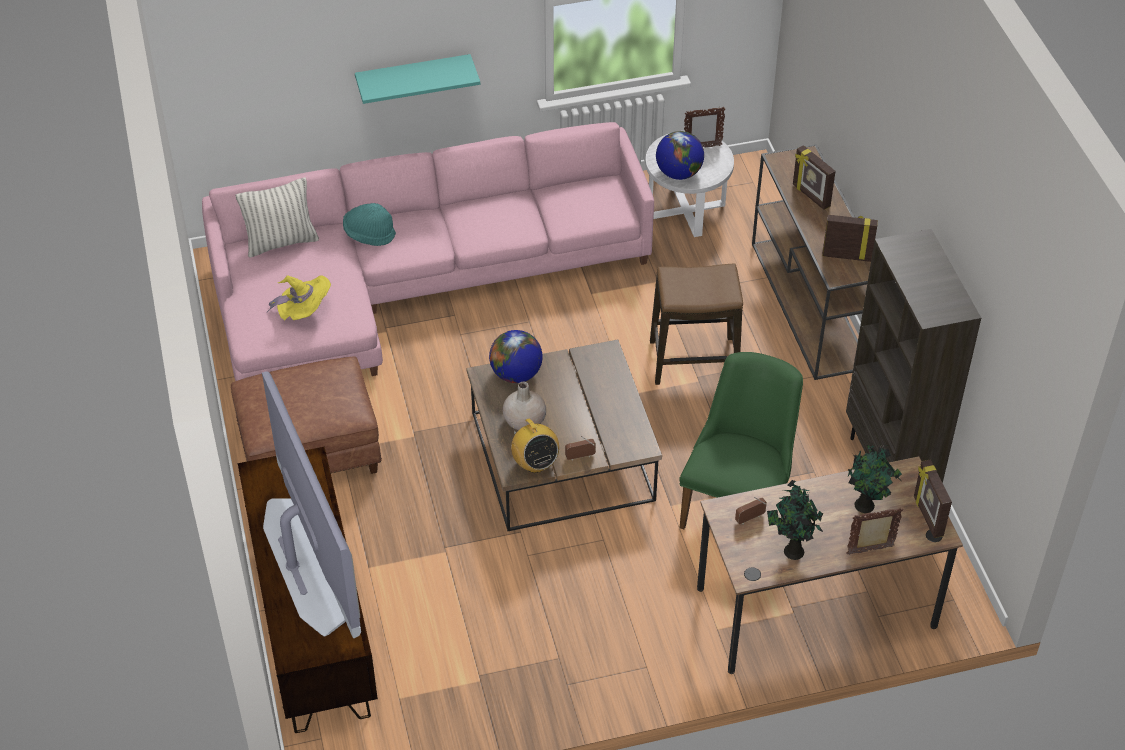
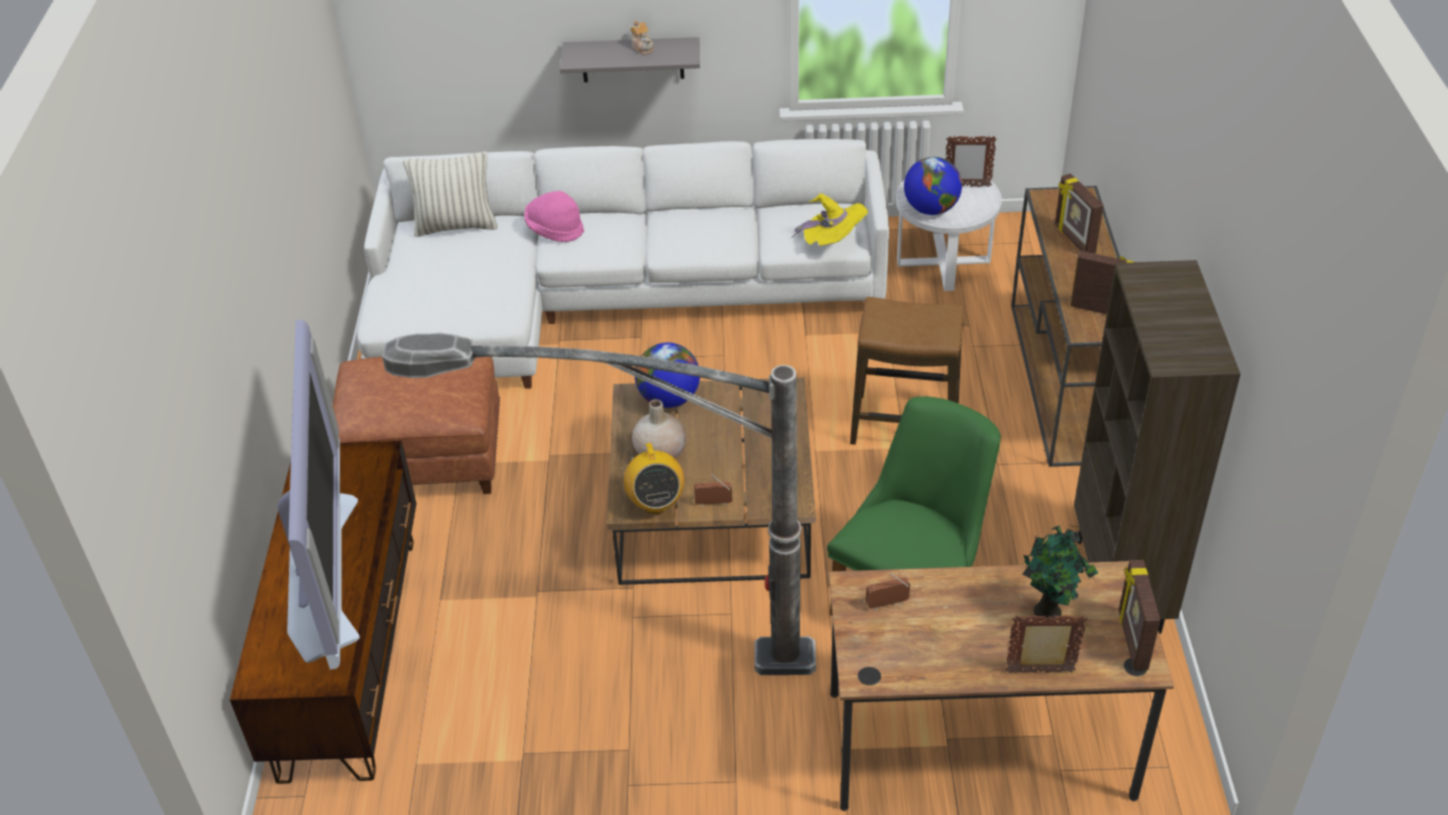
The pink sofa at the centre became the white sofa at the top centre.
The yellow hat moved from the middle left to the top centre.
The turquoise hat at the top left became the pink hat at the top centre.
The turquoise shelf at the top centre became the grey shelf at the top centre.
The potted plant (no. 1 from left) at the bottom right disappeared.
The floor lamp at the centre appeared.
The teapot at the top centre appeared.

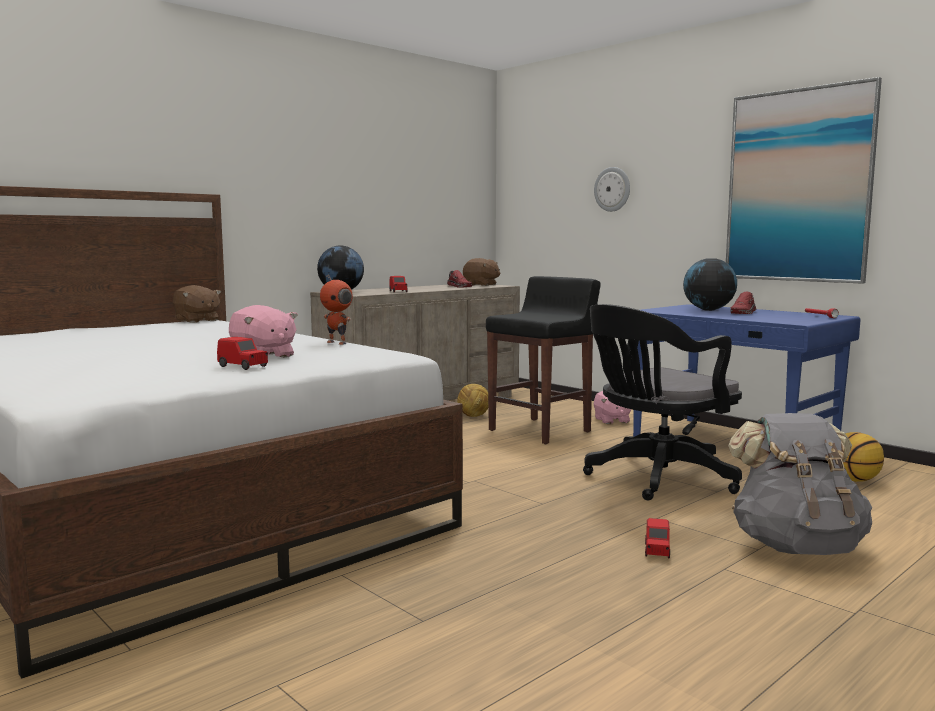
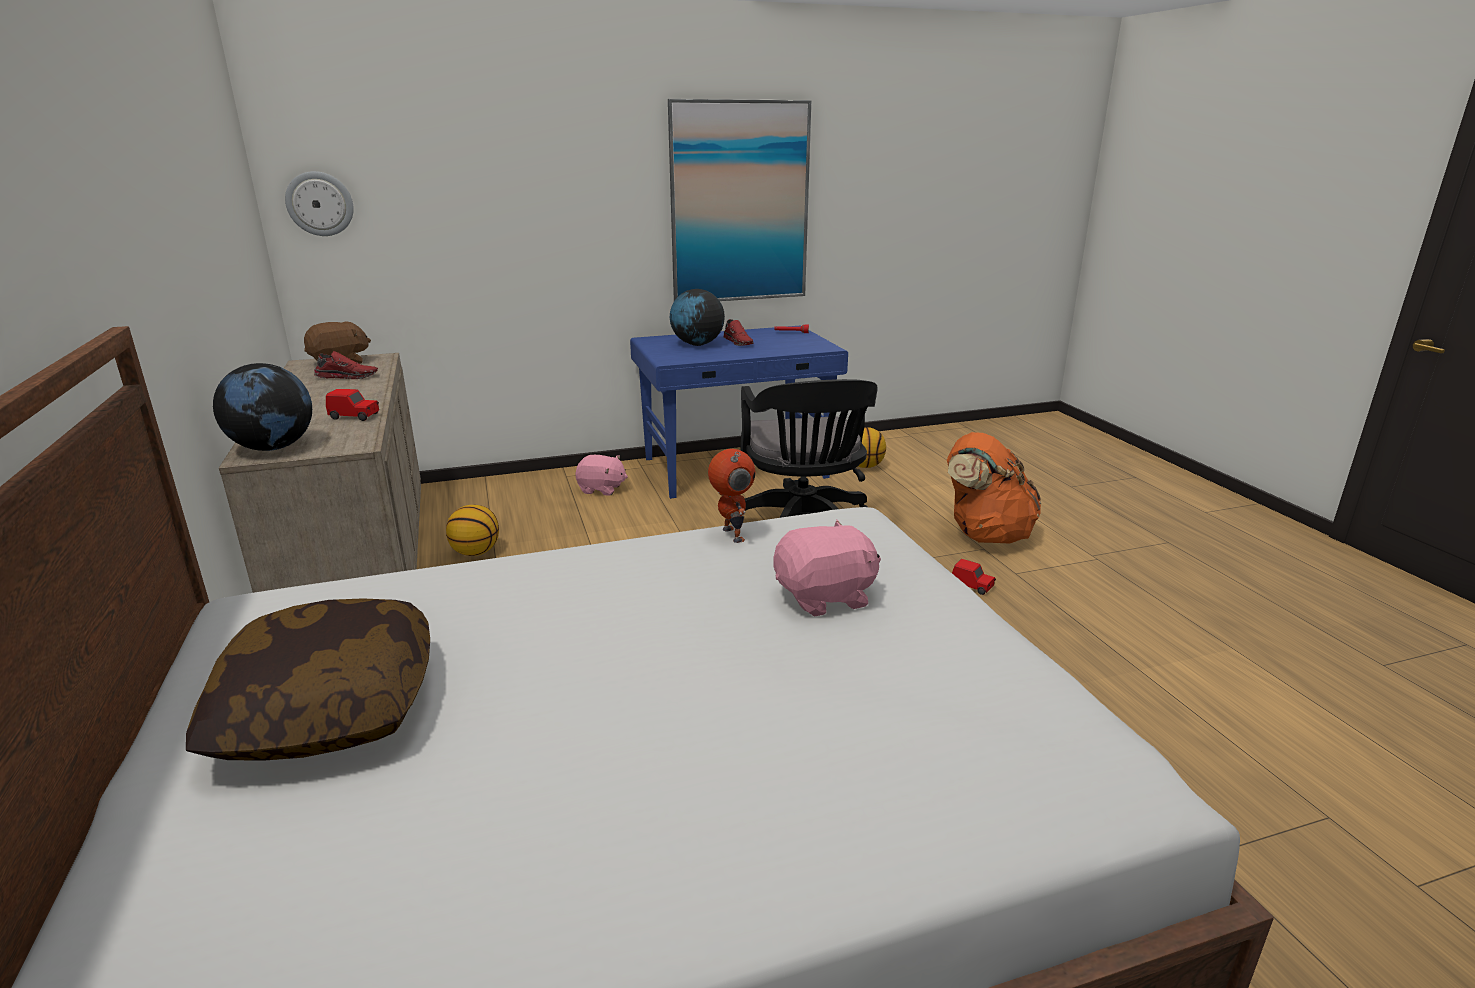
The brown plush toy (no. 1 from left) at the middle left disappeared.
The red toy car (no. 1 from left) at the middle left disappeared.
The toy robot at the centre turned 90 degrees counterclockwise.
The football at the centre was replaced by the basketball (no. 1 from left) at the middle left.
The black stool at the centre disappeared.
The wall clock moved from the top centre to the top left.
The grey backpack at the bottom right became the orange backpack at the middle right.
The pillow at the bottom left appeared.

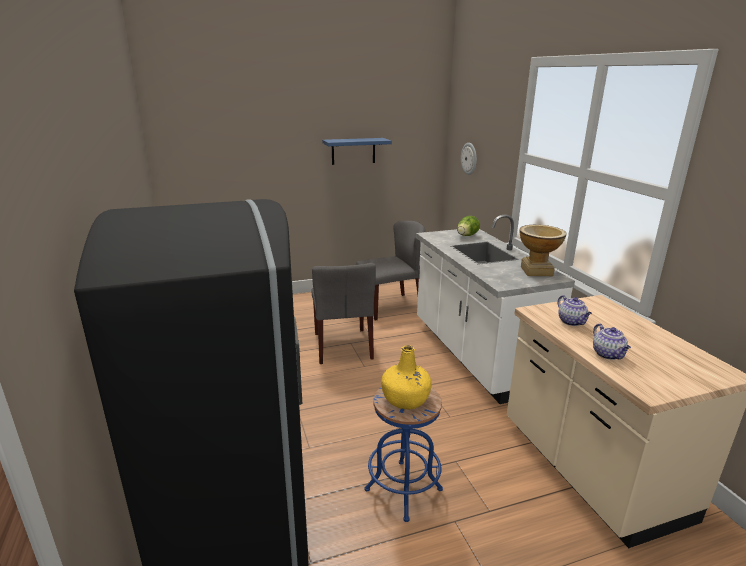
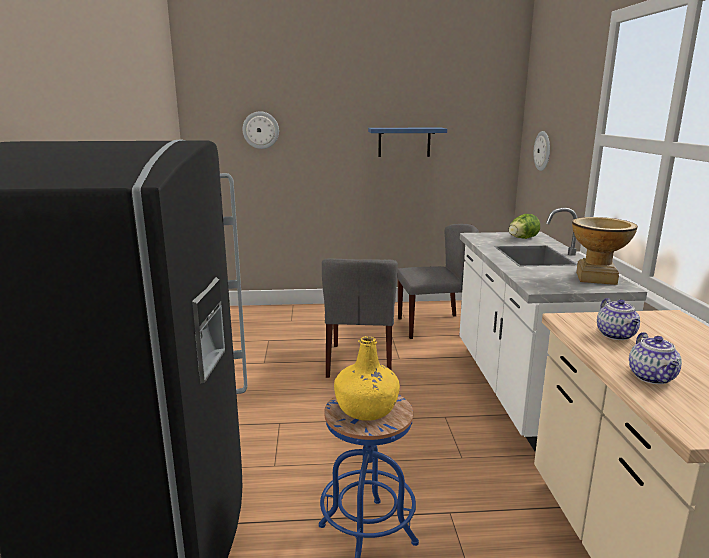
The wall clock (no. 1 from left) at the top centre appeared.

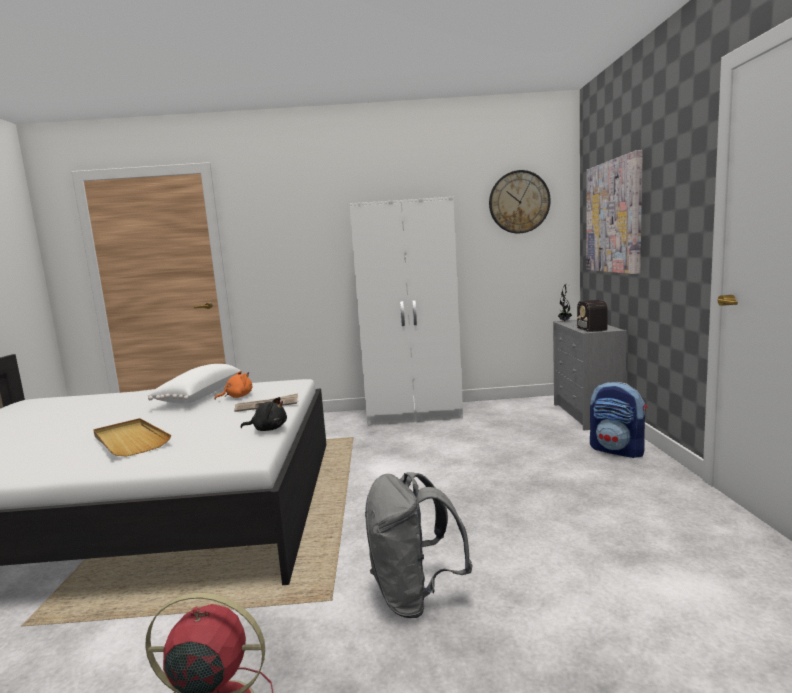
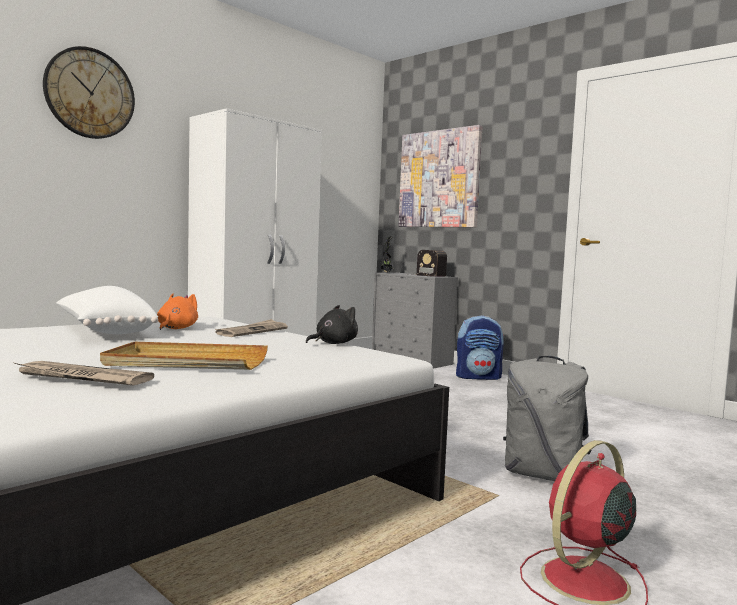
The wall clock moved from the top centre to the top left.
The newspaper (no. 1 from left) at the middle left appeared.

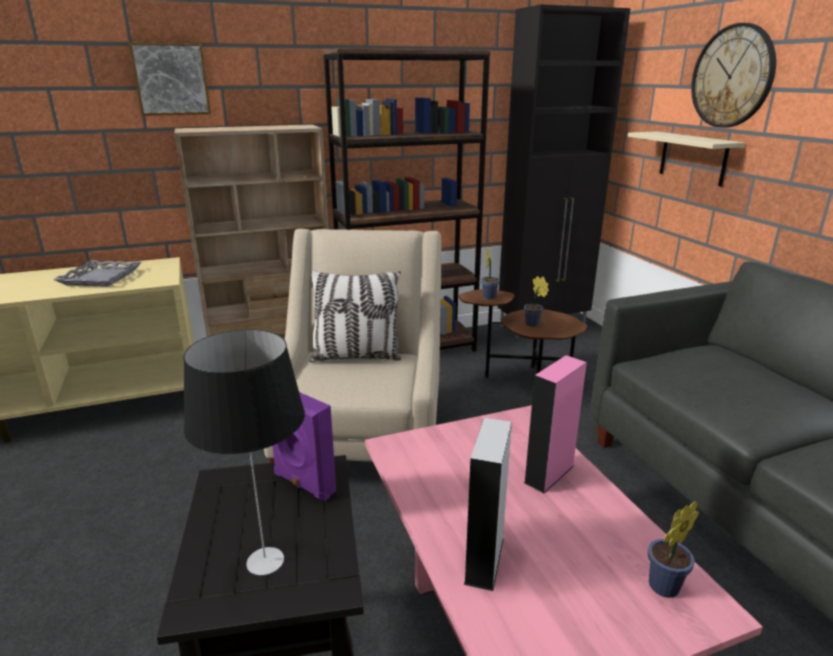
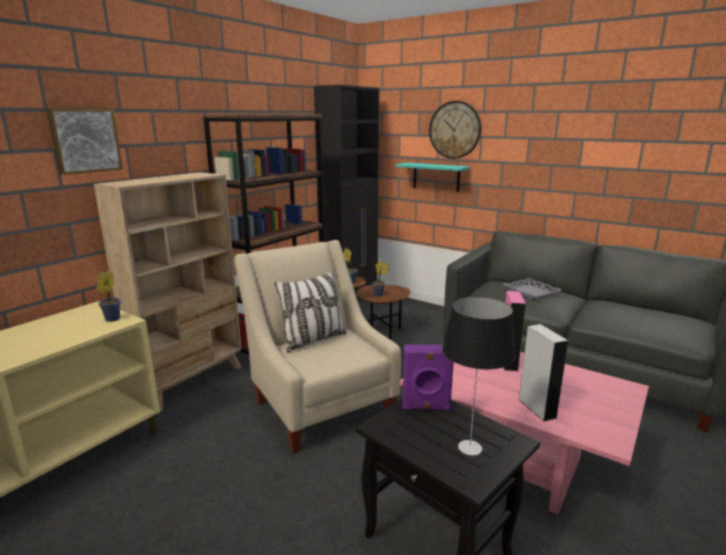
The grey tray moved from the middle left to the middle right.
The beige shelf at the top right became the turquoise shelf at the top centre.
The potted plant (no. 3 from left in the first image) moved from the bottom right to the middle left.

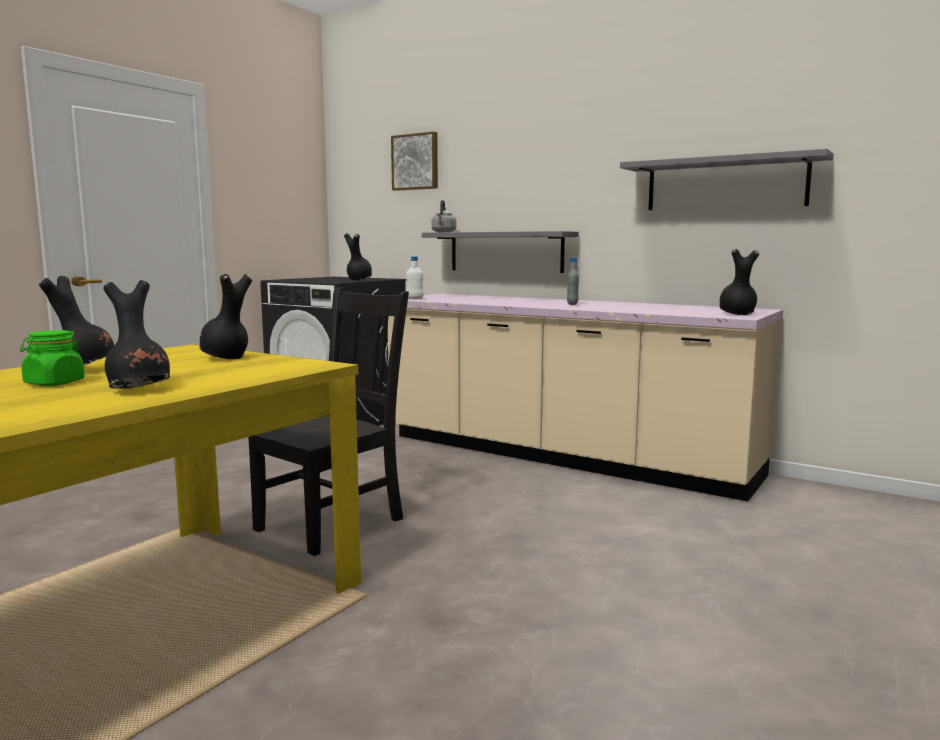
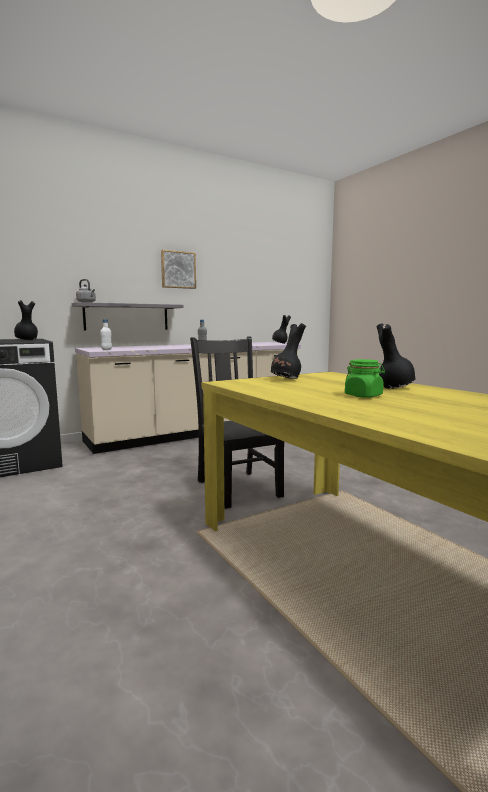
The black vase (no. 1 from left) at the middle left disappeared.
The picture moved from the top centre to the centre.
The grey shelf (no. 2 from left) at the top right disappeared.

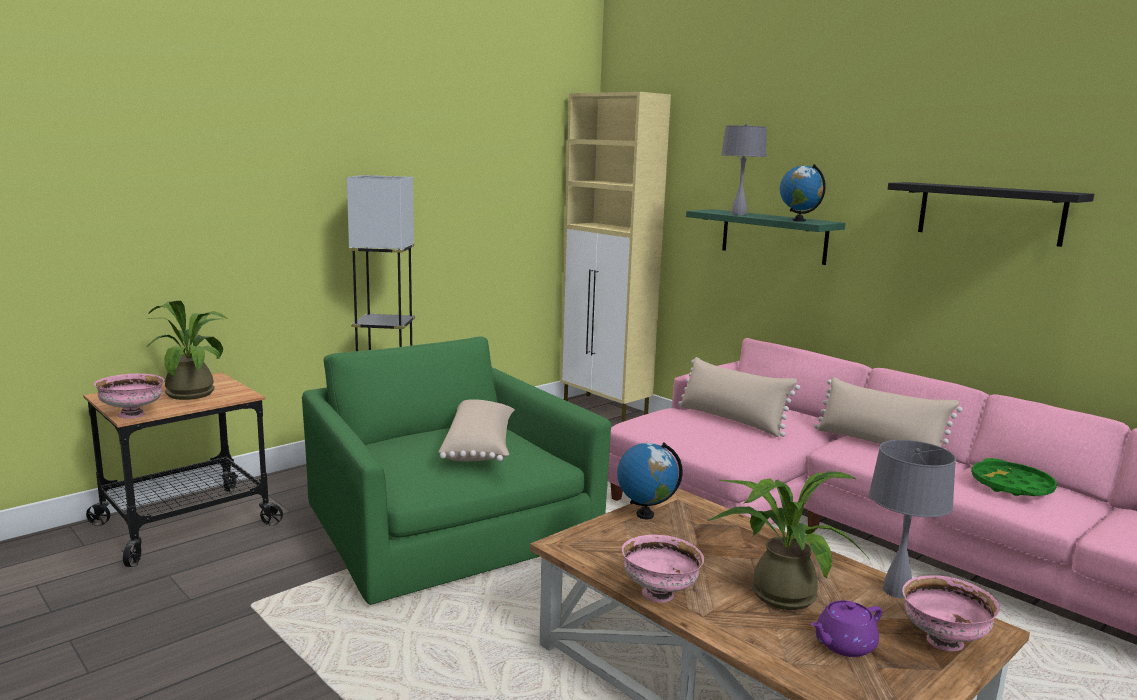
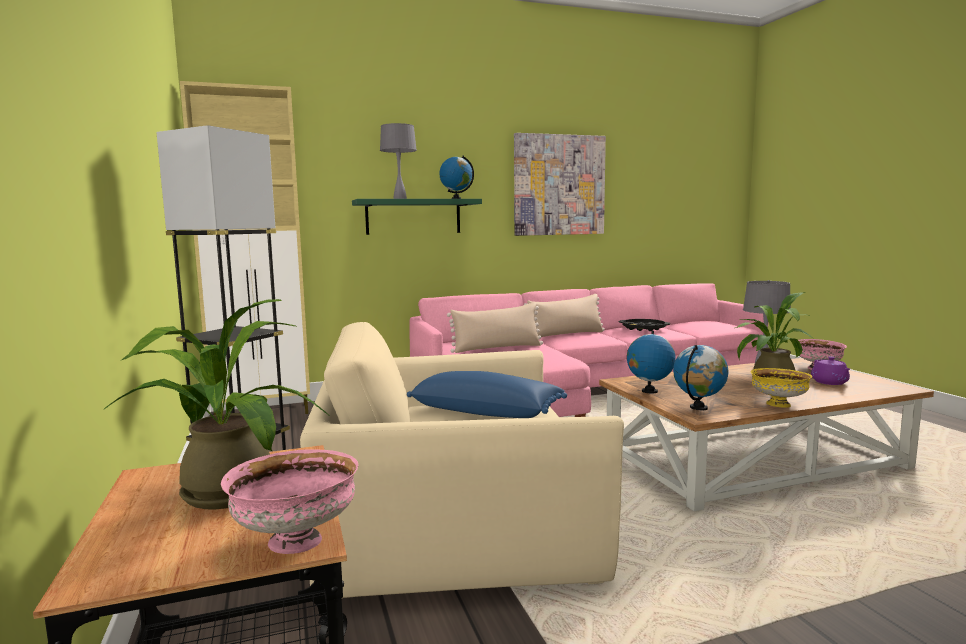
The green armchair at the bottom centre became the beige armchair at the bottom centre.
The beige pillow (no. 1 from left) at the centre became the blue pillow at the centre.
The pink bowl (no. 2 from left) at the bottom centre became the yellow bowl at the middle right.
The black shelf at the top right was replaced by the picture at the top centre.
The green tray at the bottom right became the black tray at the middle right.
The globe (no. 3 from left) at the middle right appeared.

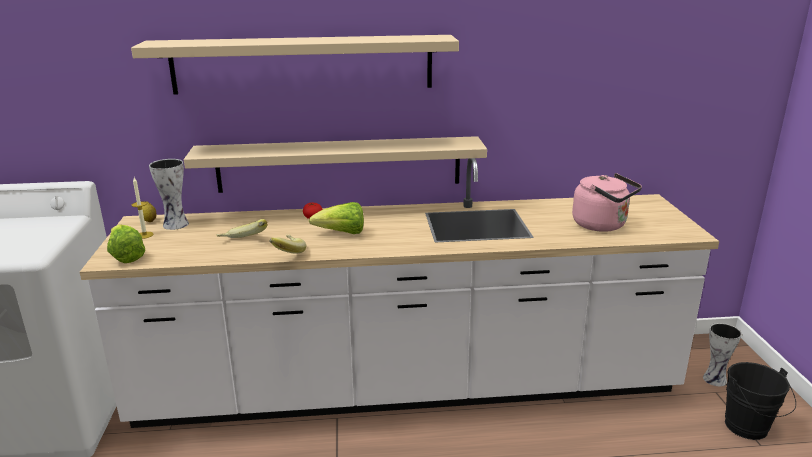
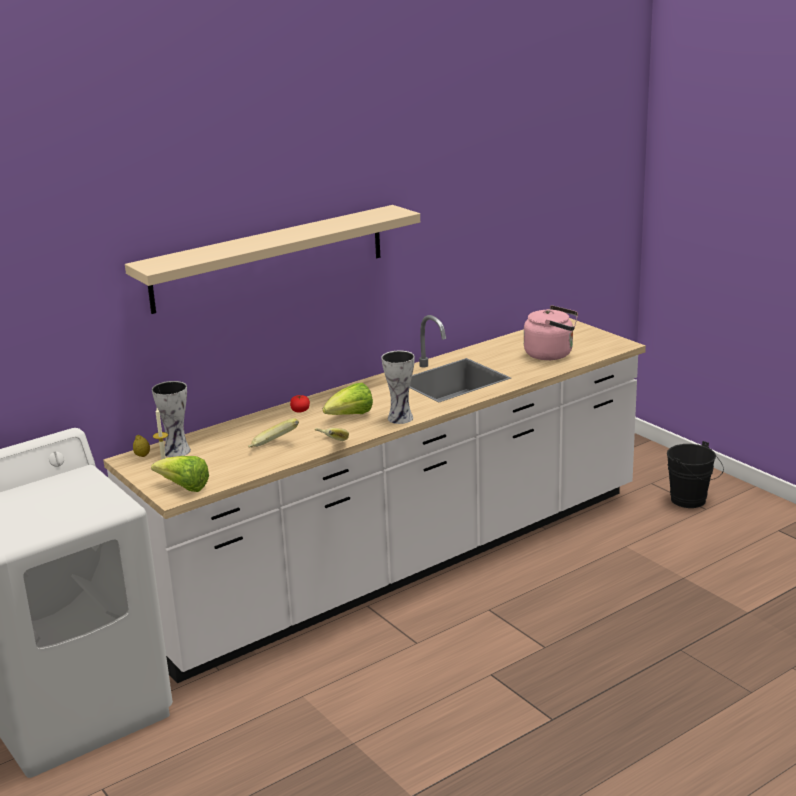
The beige shelf (no. 2 from left) at the centre disappeared.
The vase (no. 2 from left) moved from the bottom right to the centre.

